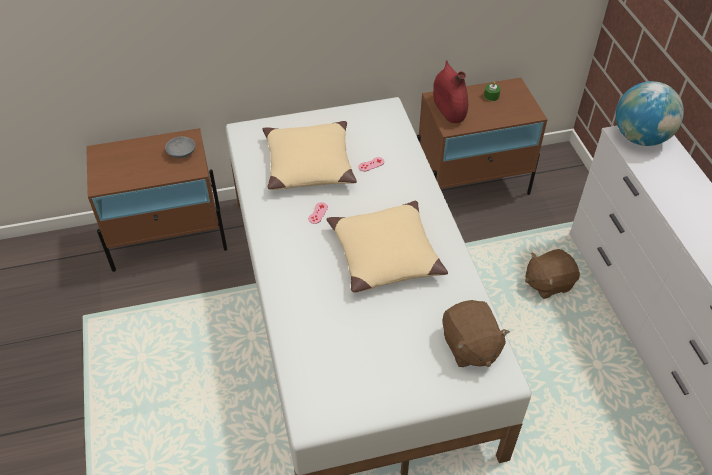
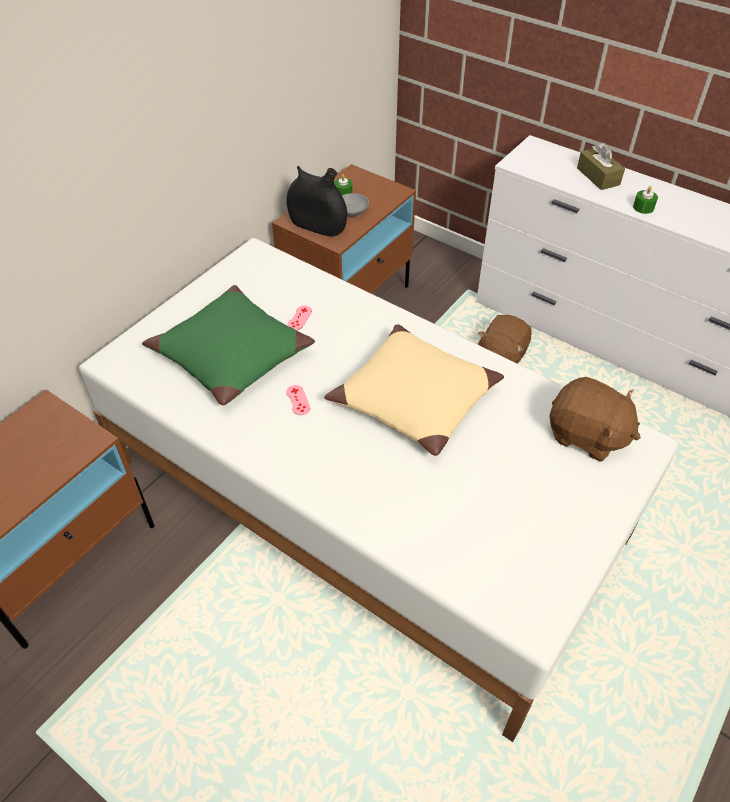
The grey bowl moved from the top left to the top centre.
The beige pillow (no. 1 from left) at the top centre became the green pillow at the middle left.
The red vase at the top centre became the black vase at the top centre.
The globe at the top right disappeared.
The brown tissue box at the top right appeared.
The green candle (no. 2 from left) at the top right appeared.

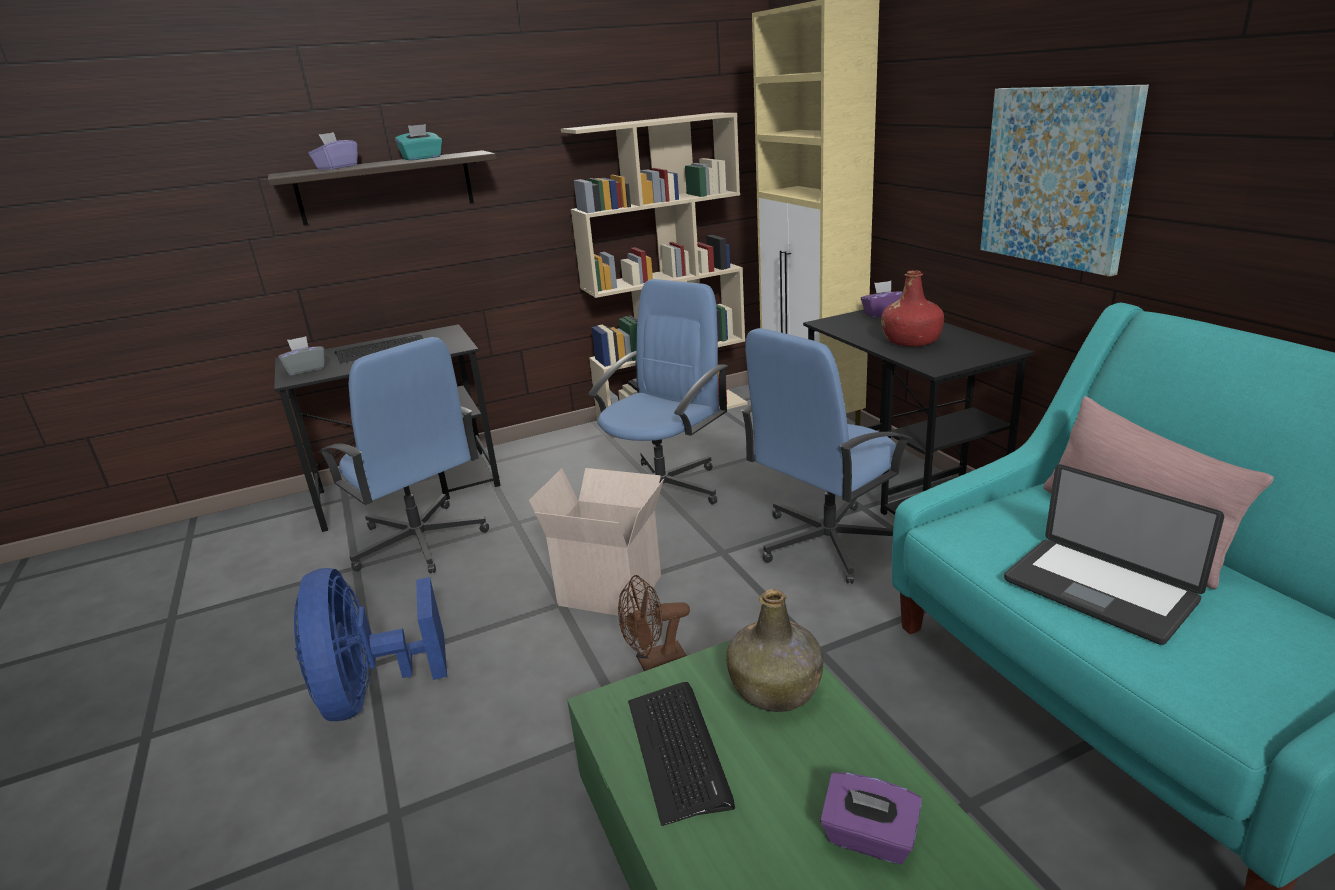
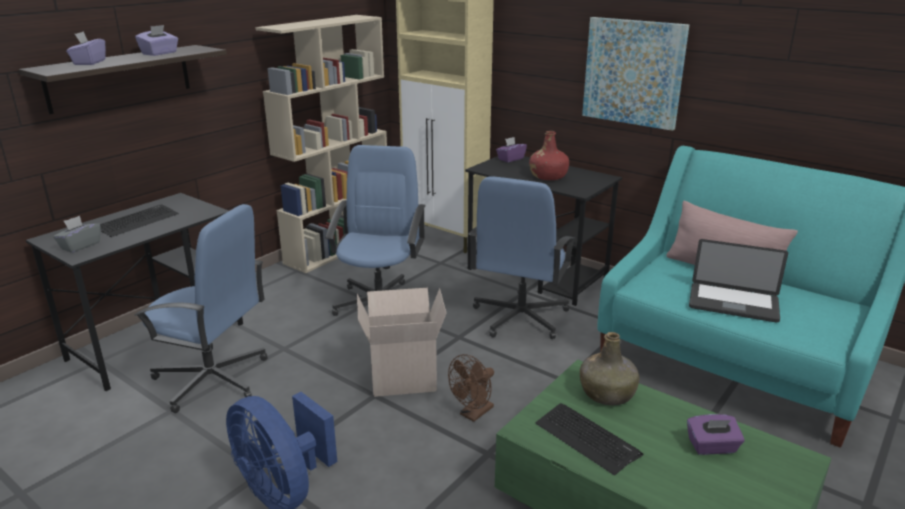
The turquoise tissue box at the top left became the purple tissue box (no. 2 from left) at the top left.

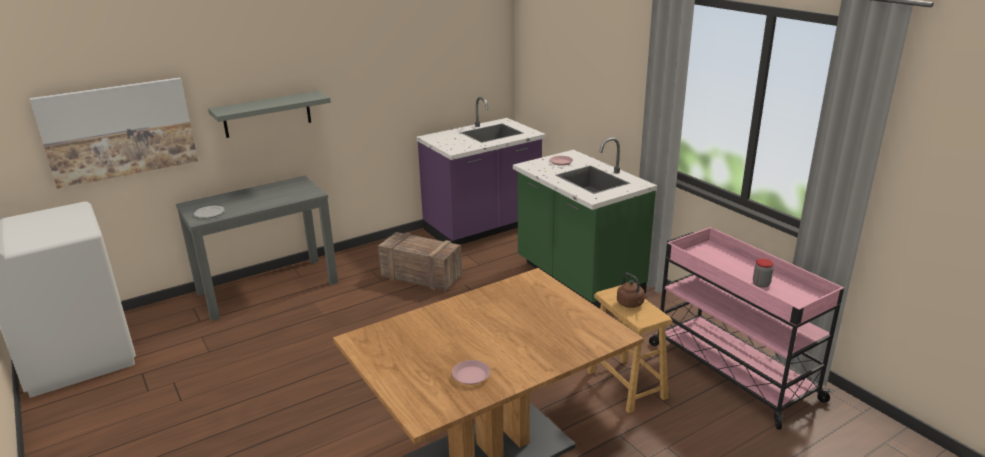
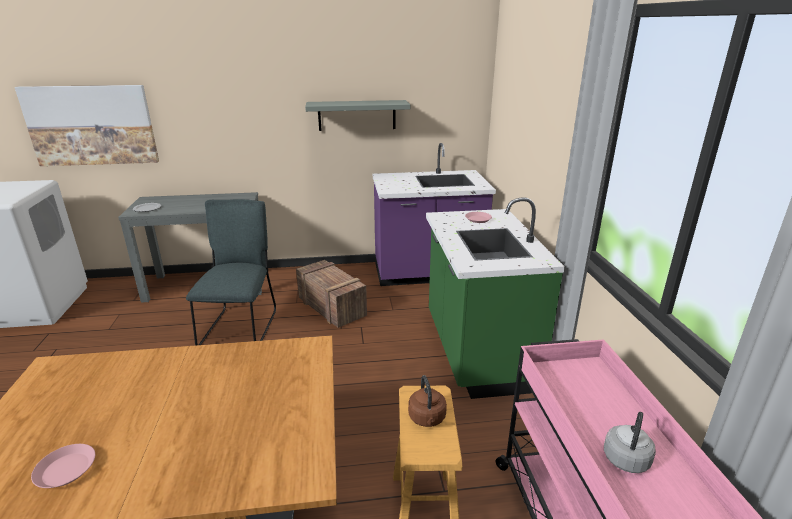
The grey shelf moved from the top left to the top centre.
The jar at the middle right was replaced by the grey kettle at the bottom right.
The grey chair at the middle left appeared.

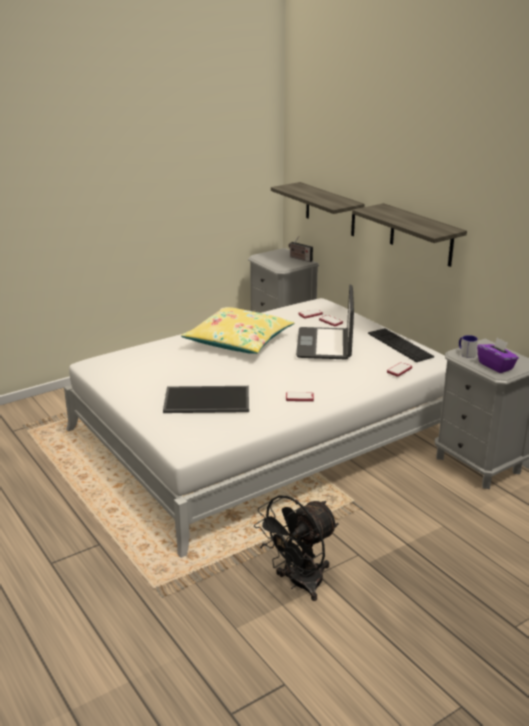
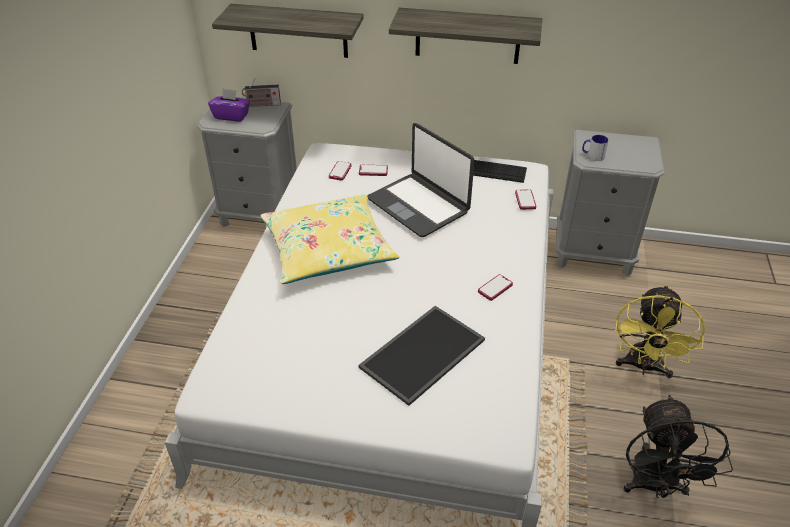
The purple tissue box moved from the middle right to the top left.
The yellow fan at the middle right appeared.

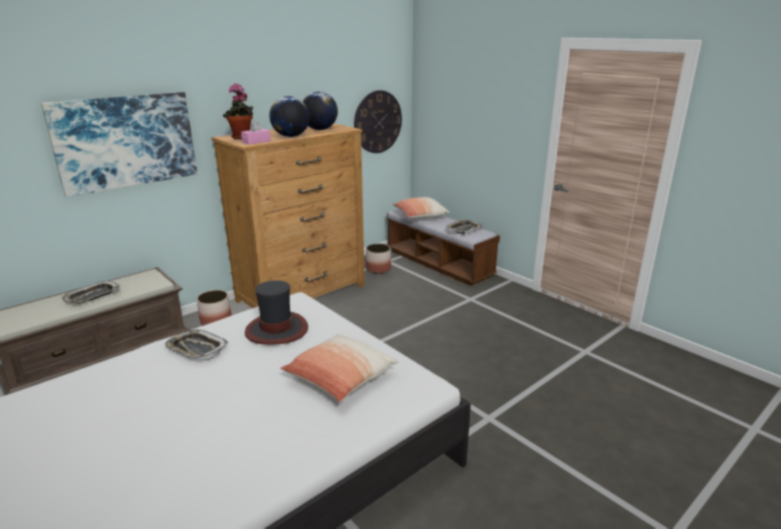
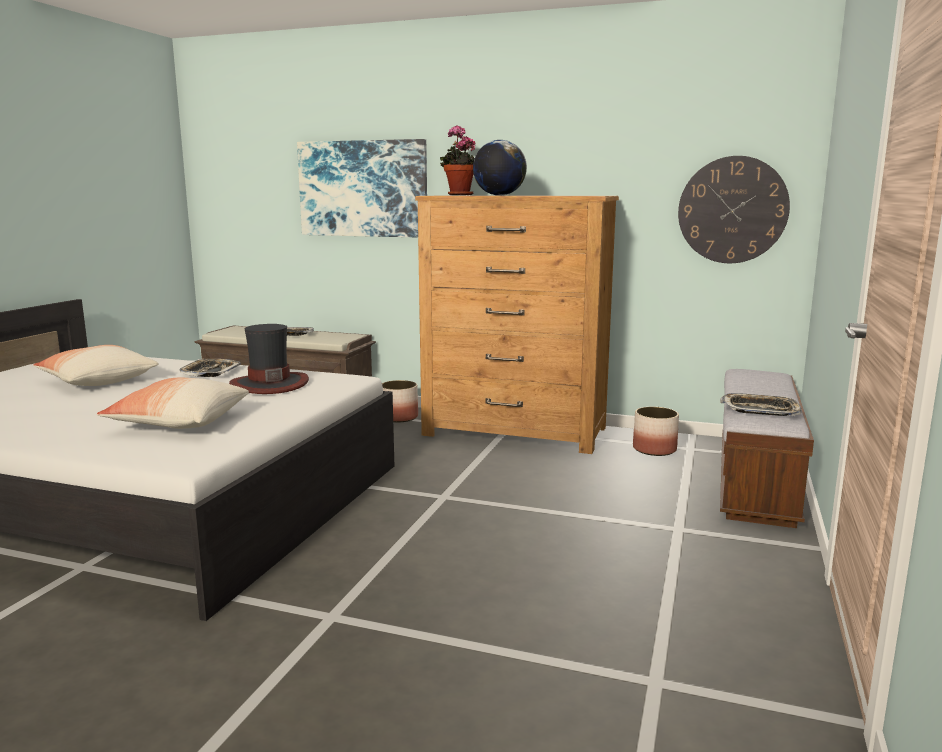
The pink tissue box at the top left disappeared.
The globe (no. 2 from left) at the top centre disappeared.
The pillow (no. 2 from left in the first image) moved from the centre to the middle left.

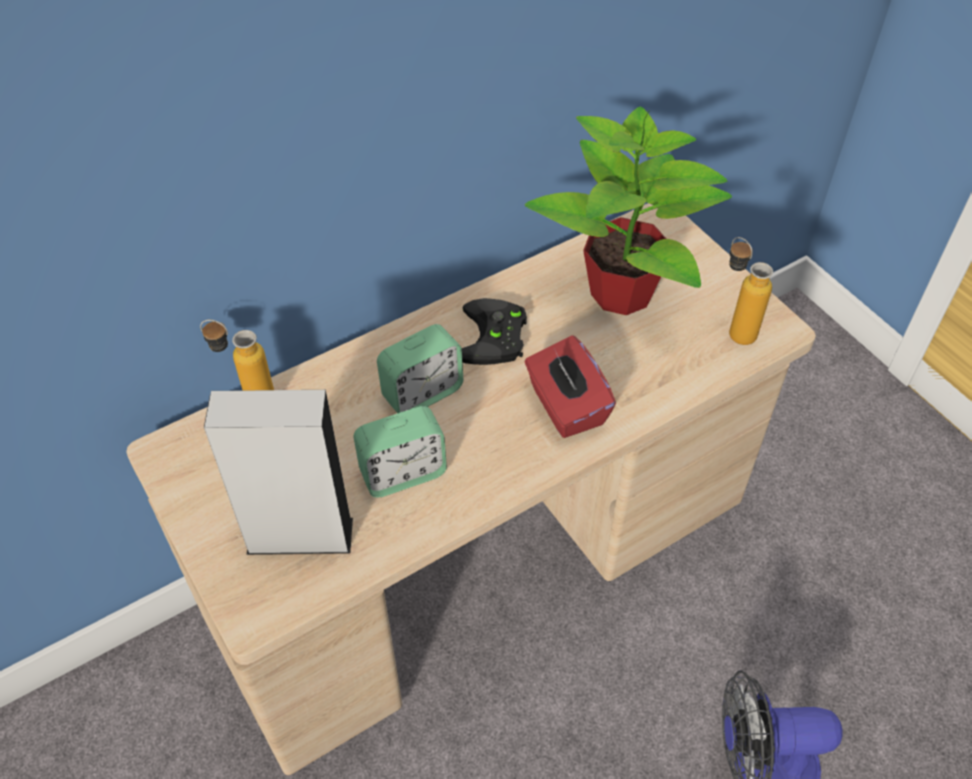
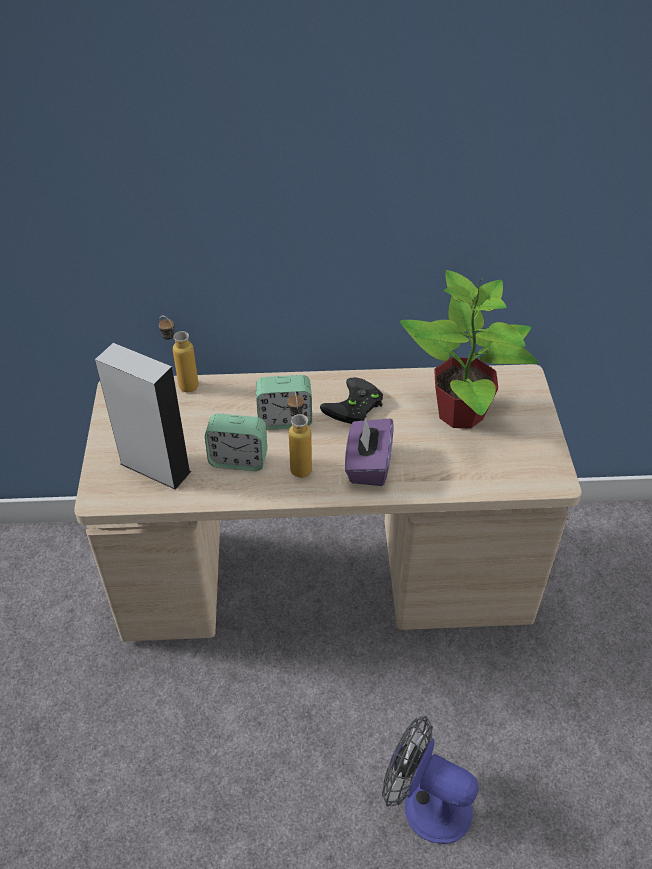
The red tissue box at the centre became the purple tissue box at the centre.
The bottle (no. 2 from left) moved from the middle right to the centre.

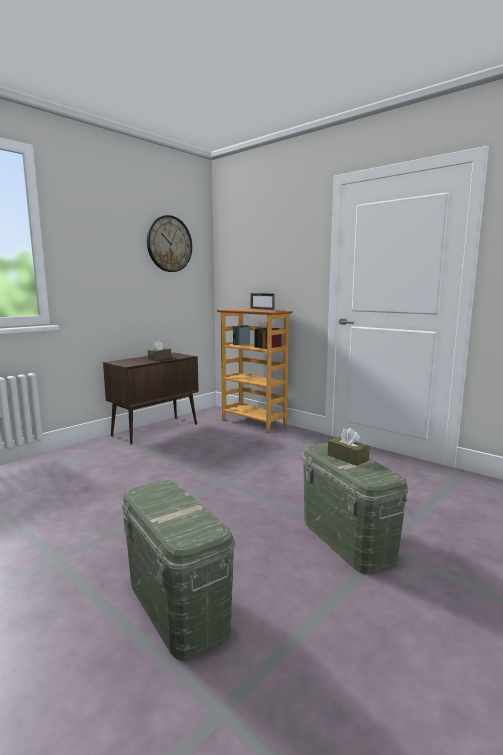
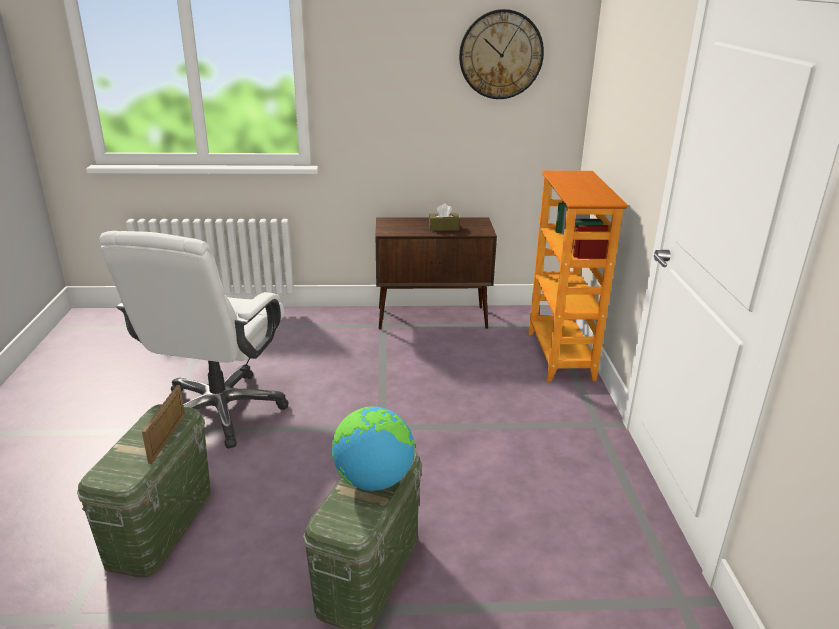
The picture frame moved from the centre to the bottom left.
The brown tissue box (no. 2 from left) at the middle right was replaced by the globe at the bottom centre.
The white office chair at the middle left appeared.

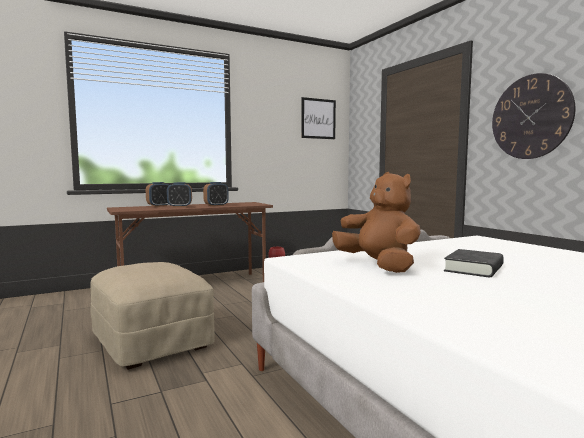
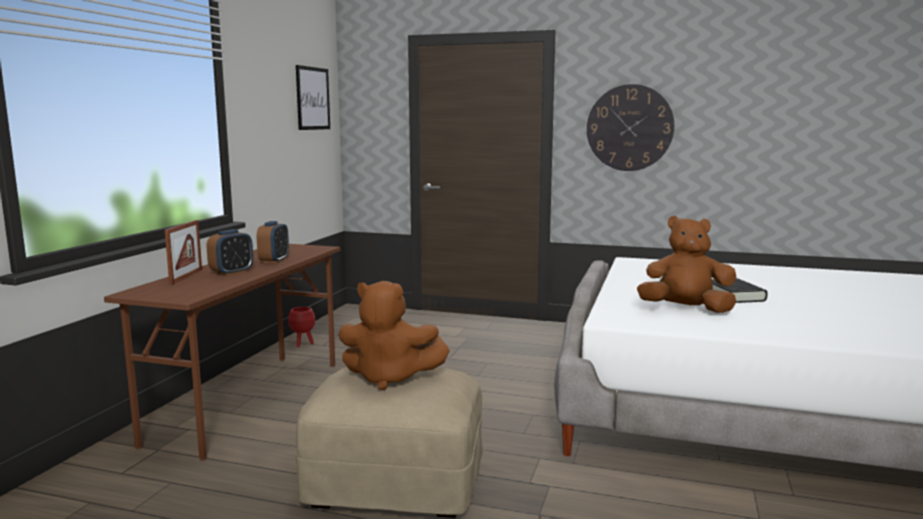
The alarm clock (no. 1 from left) at the middle left was replaced by the picture frame at the middle left.
The brown plush toy (no. 1 from left) at the centre appeared.

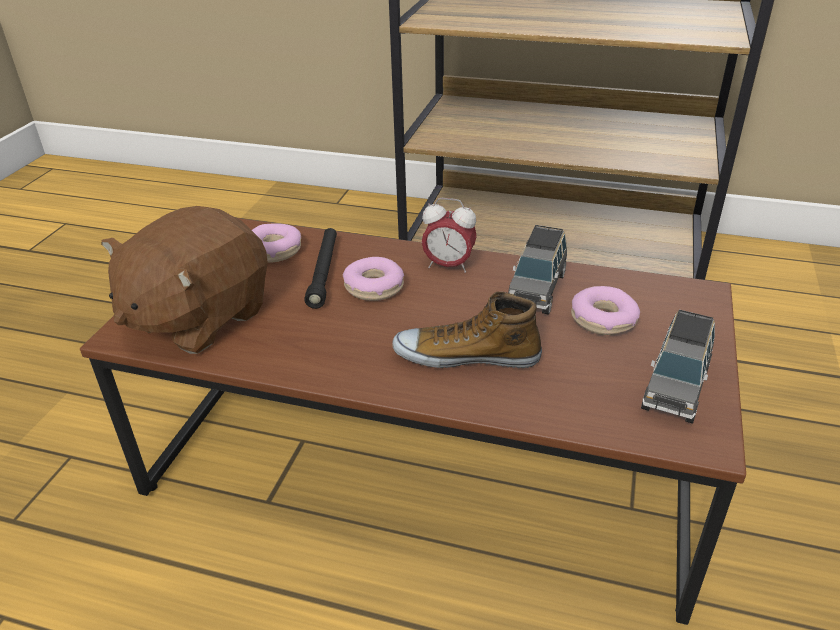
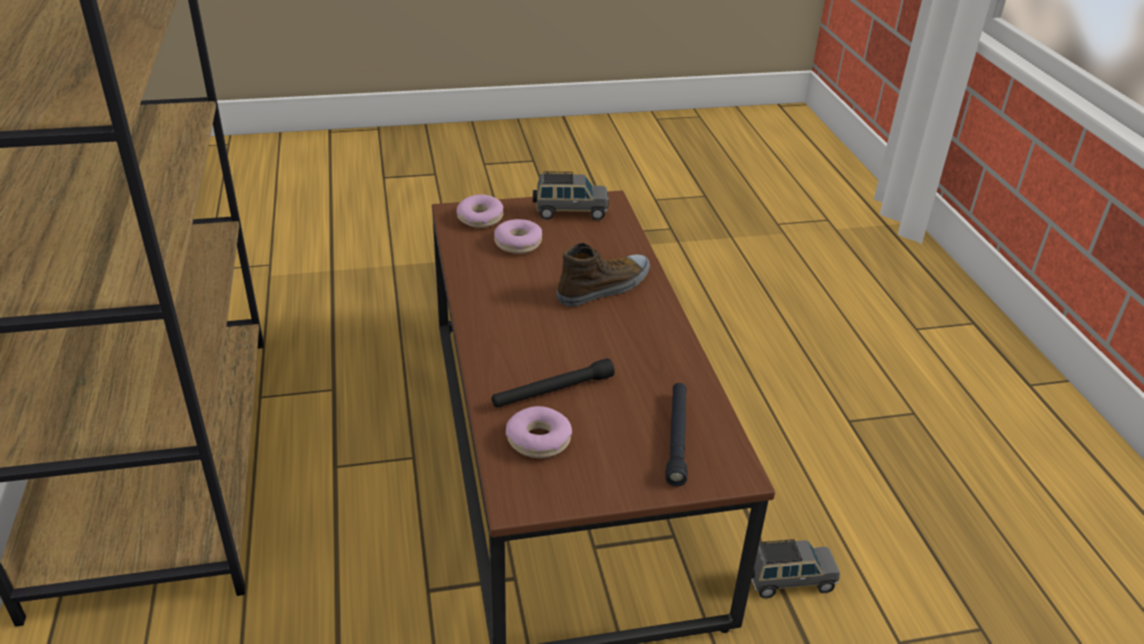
The brown plush toy at the middle left was replaced by the black flashlight (no. 2 from left) at the bottom centre.
The donut (no. 2 from left in the first image) moved from the centre to the top centre.
The shoe at the centre turned 105 degrees counterclockwise.
The alarm clock at the centre disappeared.
The grey toy car (no. 1 from left in the first image) moved from the centre to the bottom right.

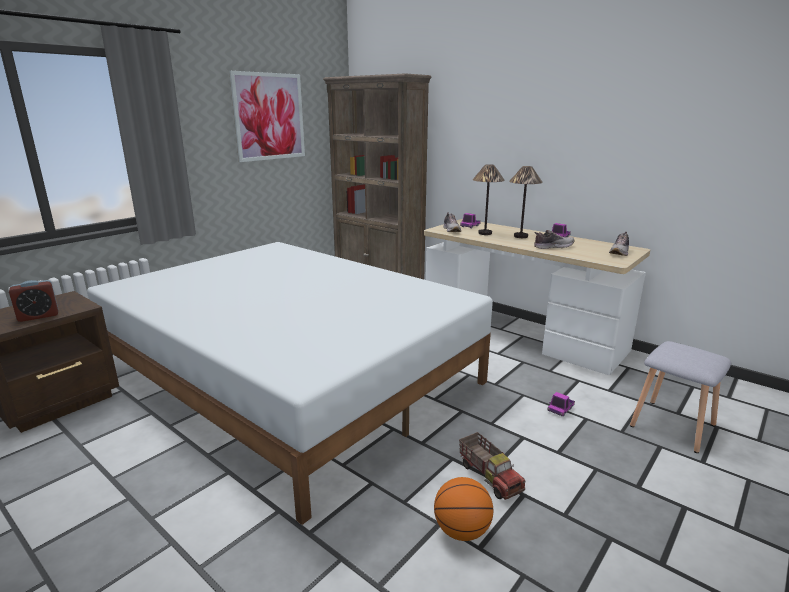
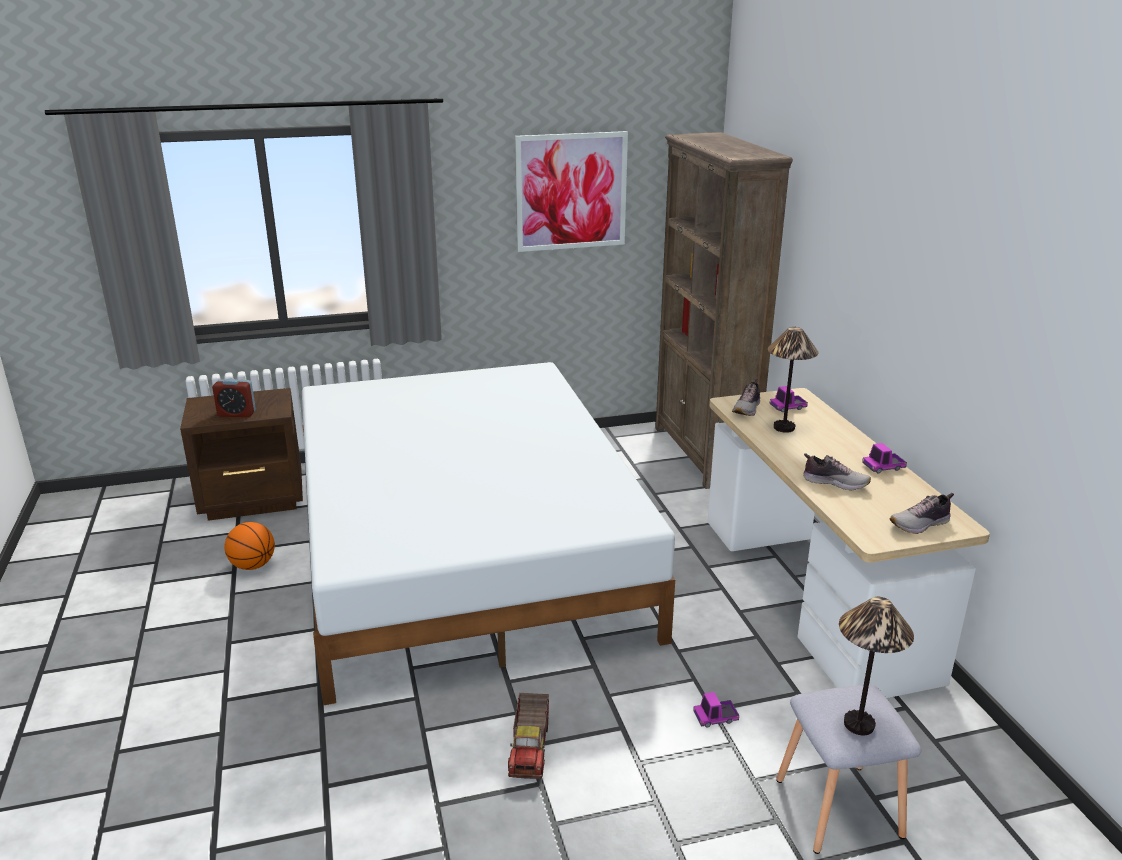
The basketball moved from the bottom centre to the middle left.
The table lamp (no. 2 from left) moved from the middle right to the bottom right.

